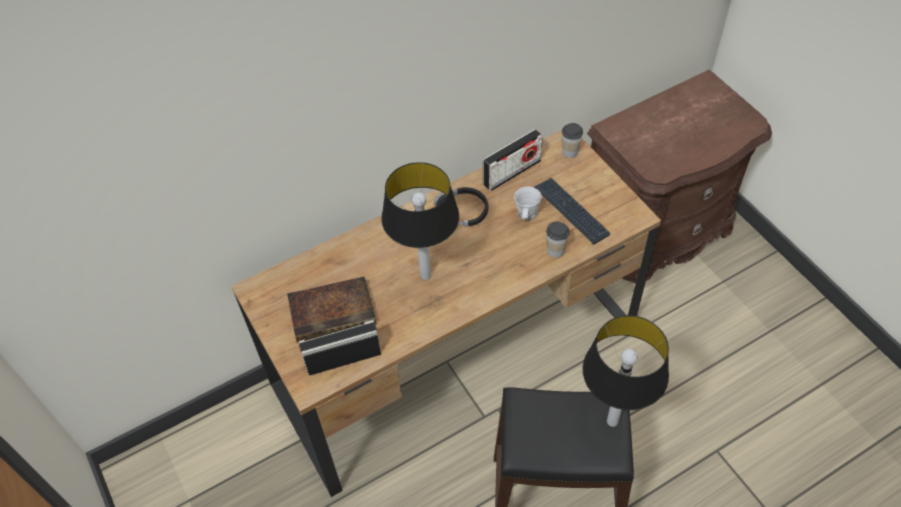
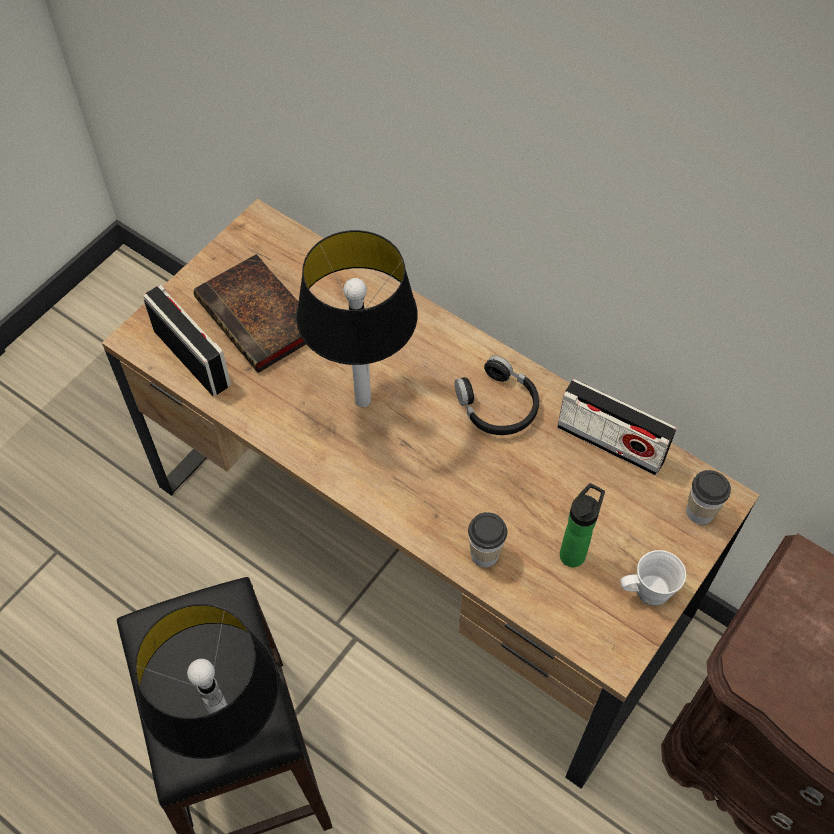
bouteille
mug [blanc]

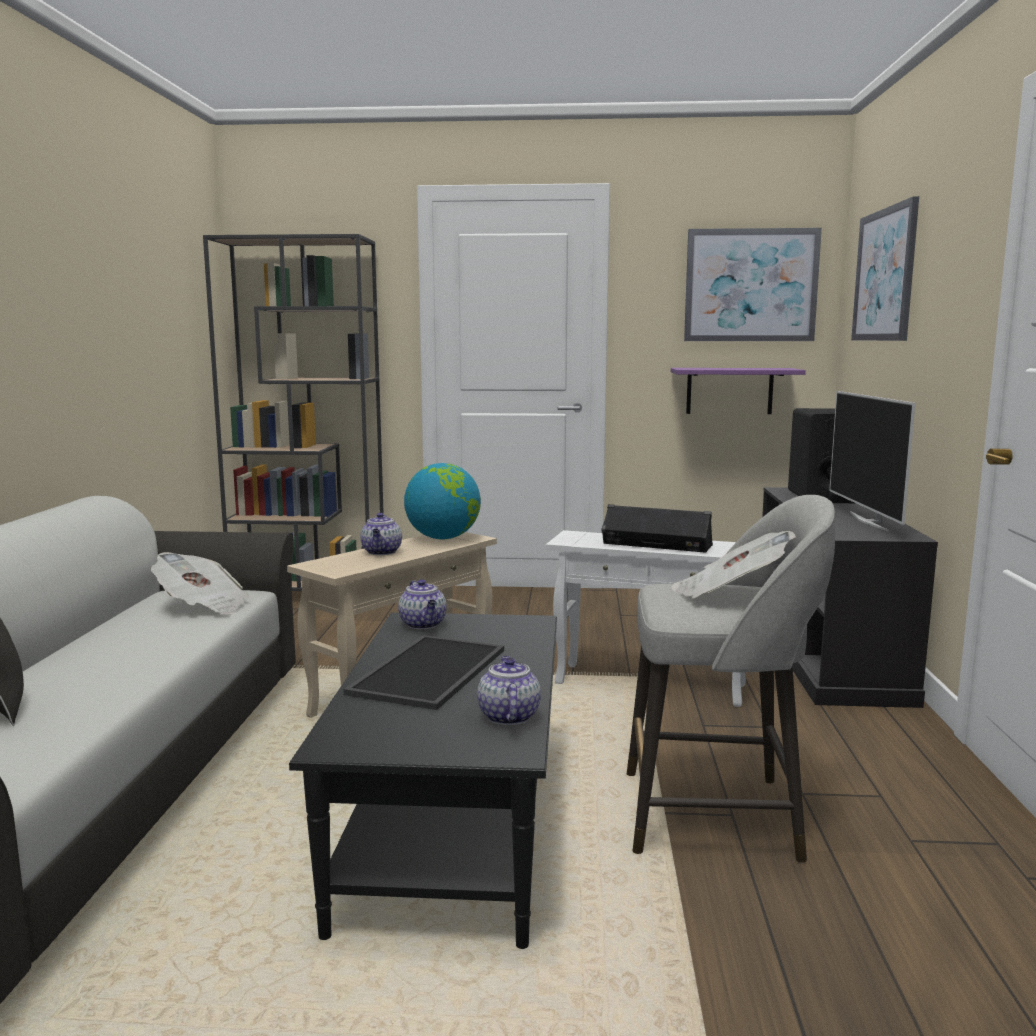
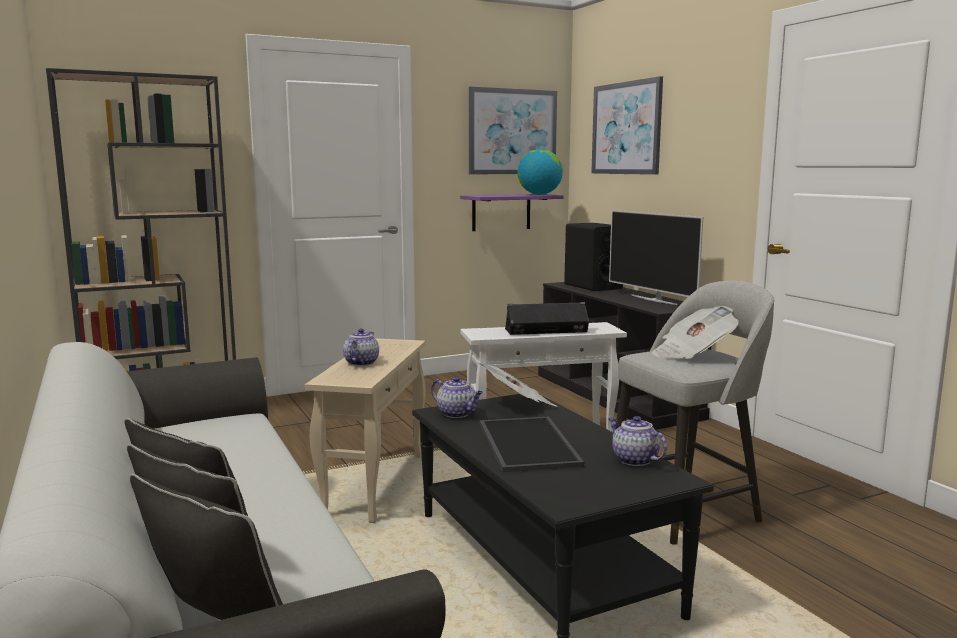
théière (no. 1 from left)
journal (no. 1 from left)
globe

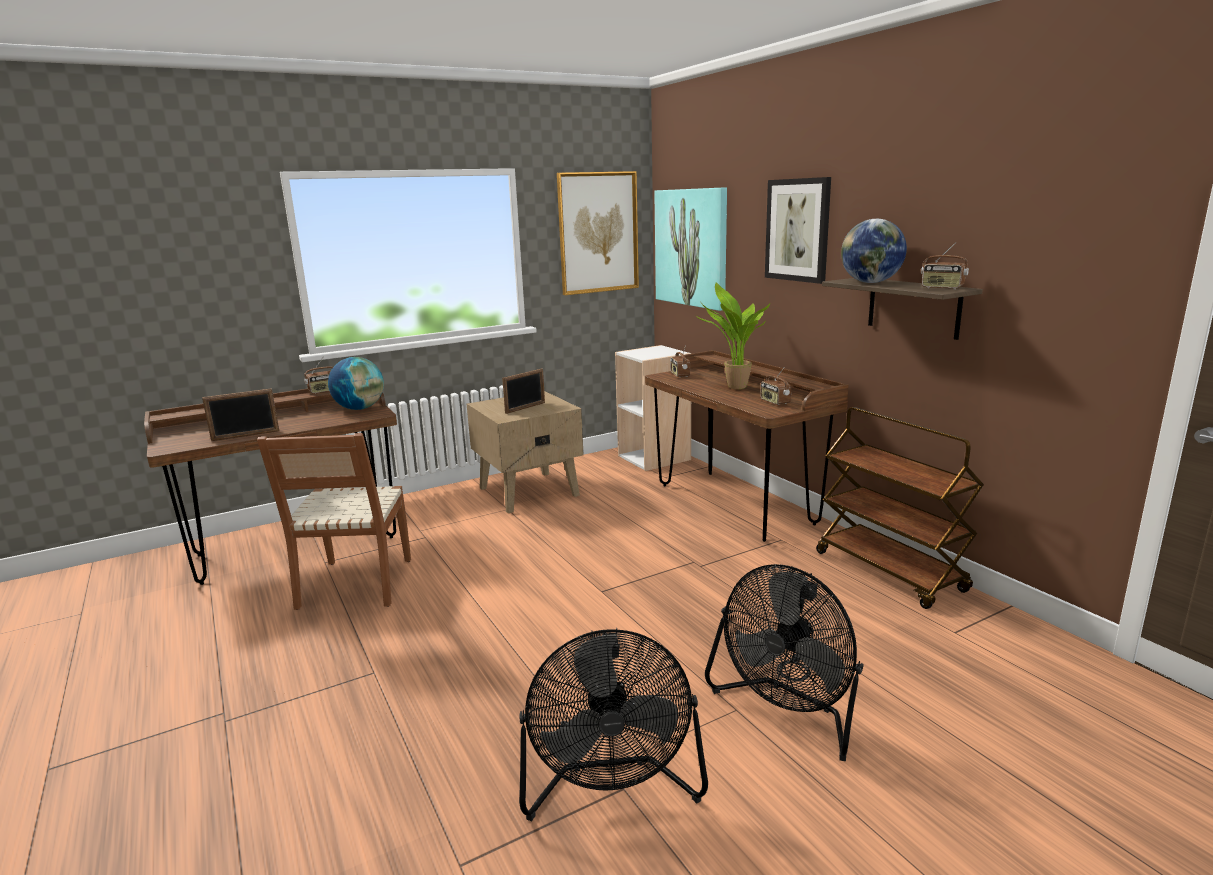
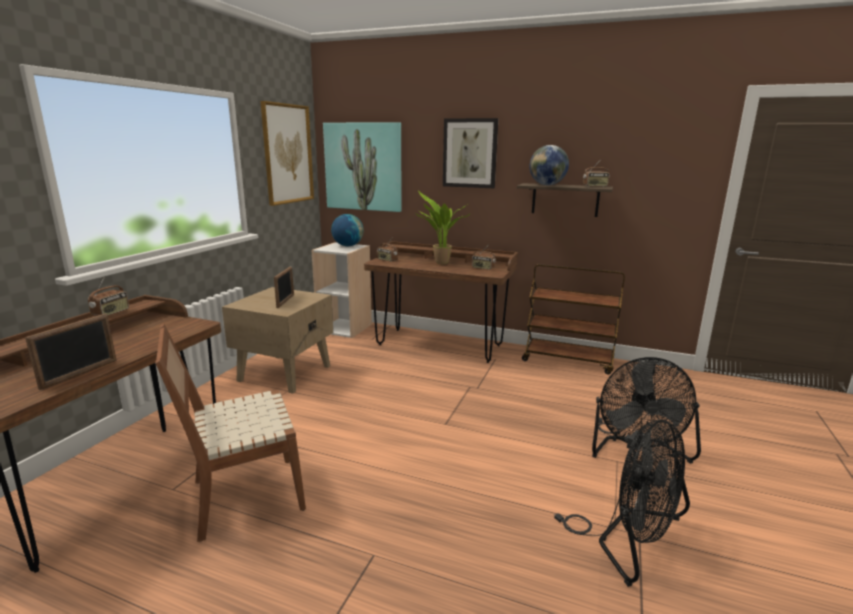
chaise
globe (no. 1 from left)

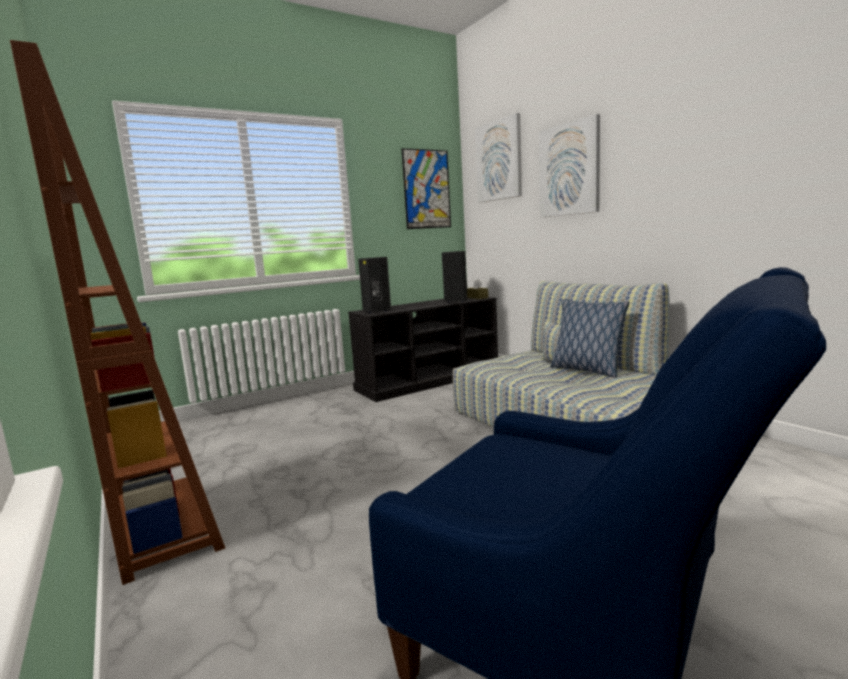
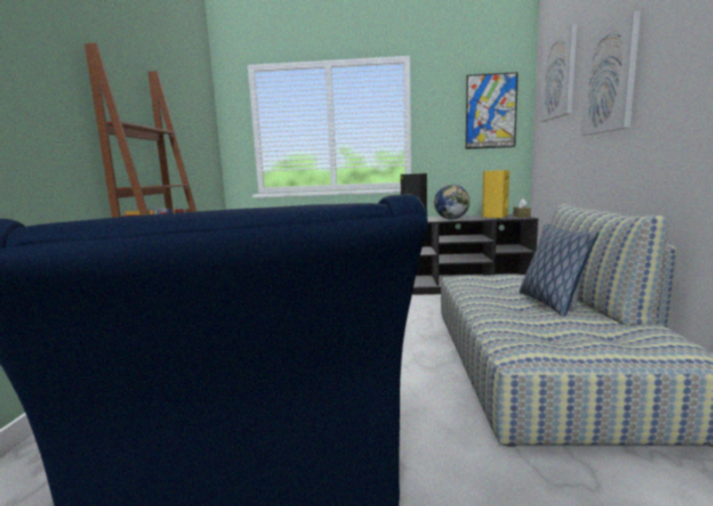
globe
enceinte [jaune]

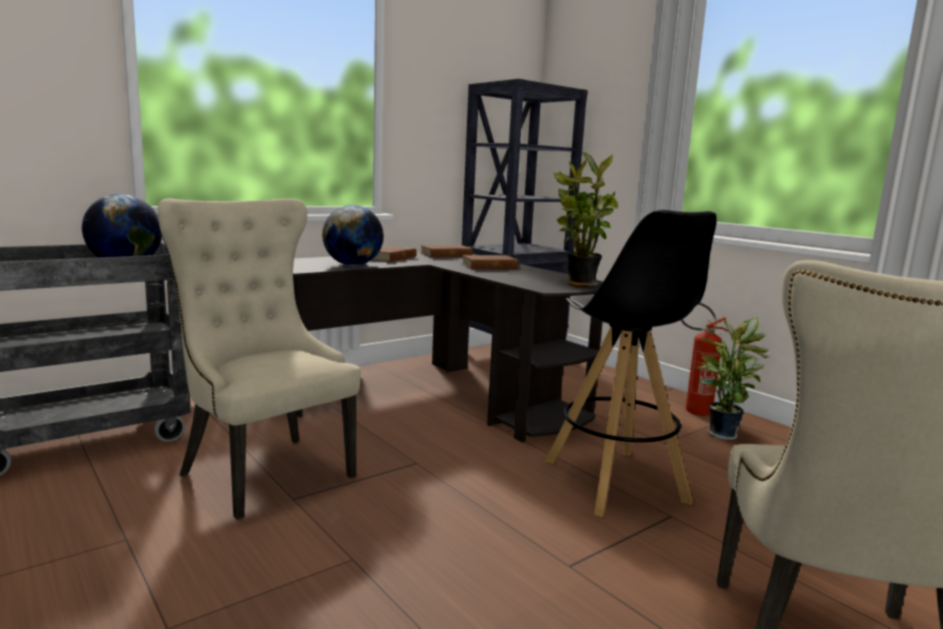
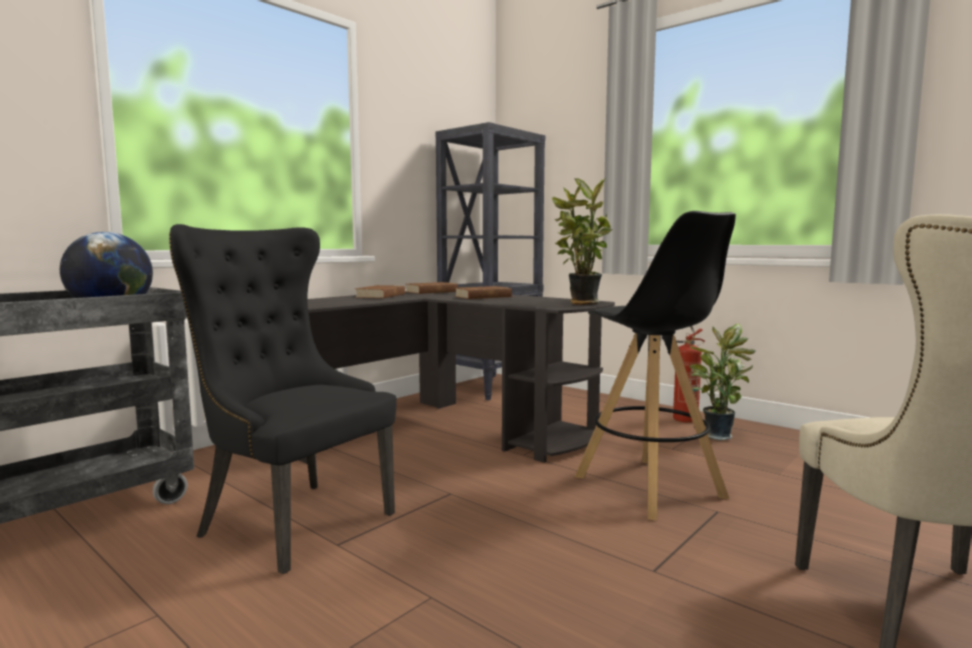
chaise [noir]
globe (no. 2 from left in the first image)

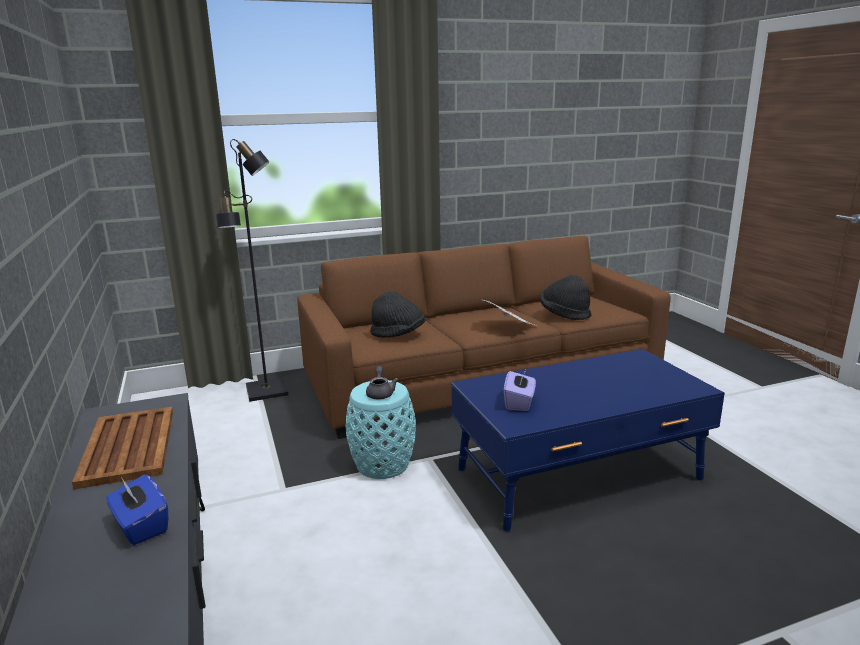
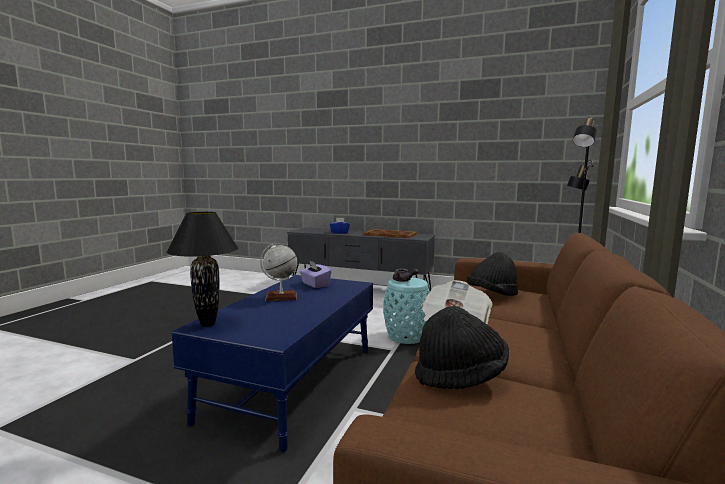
lampe de table [noir]
globe

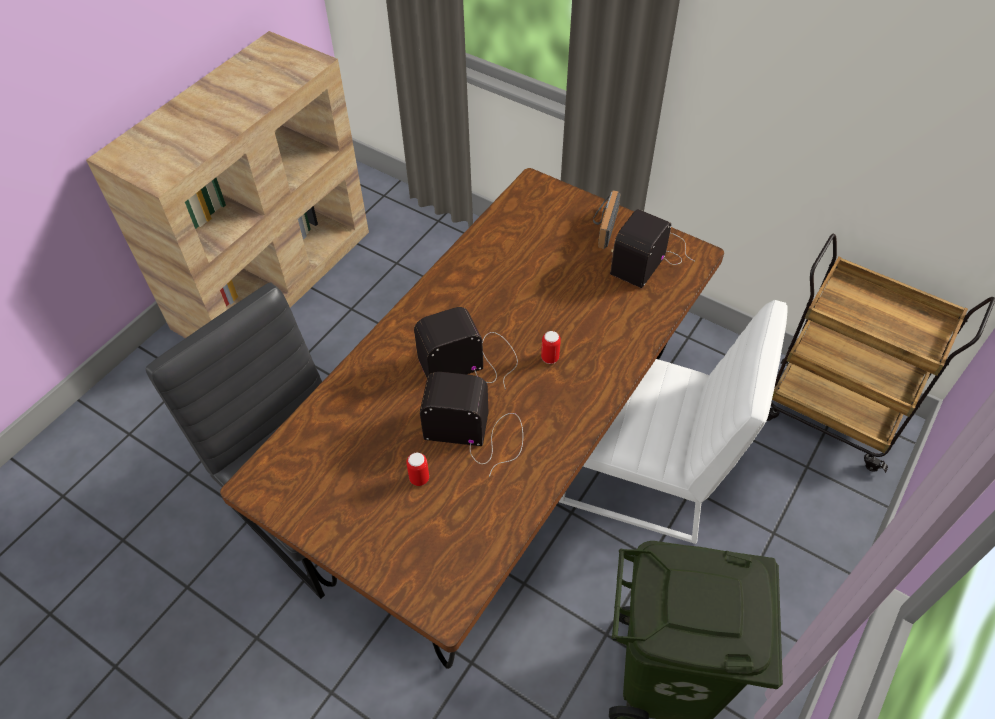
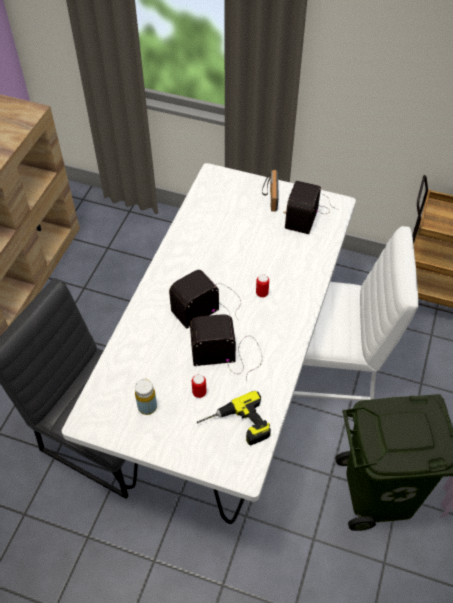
table à manger [blanc]
bouteille [jaune]
perceuse

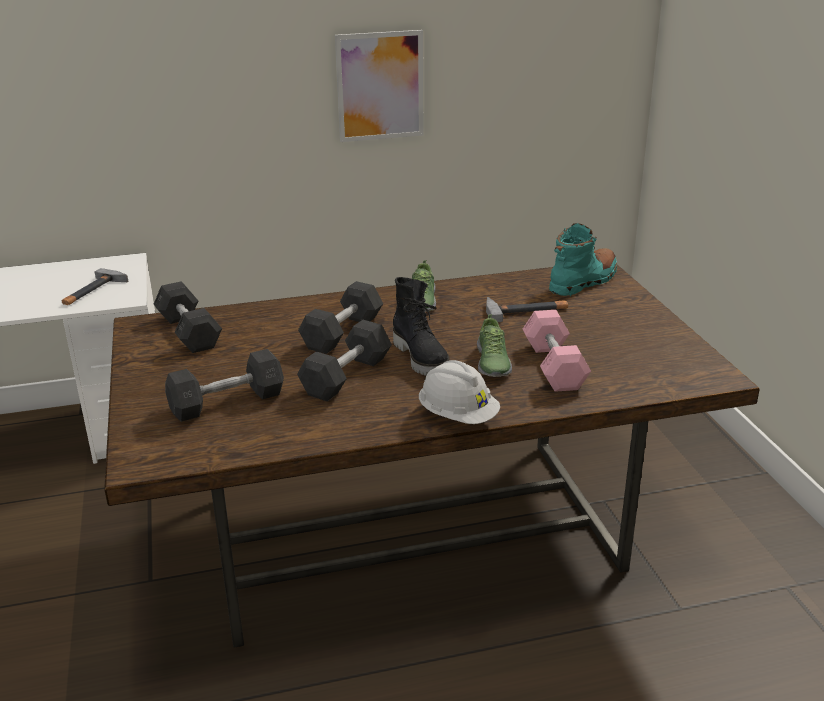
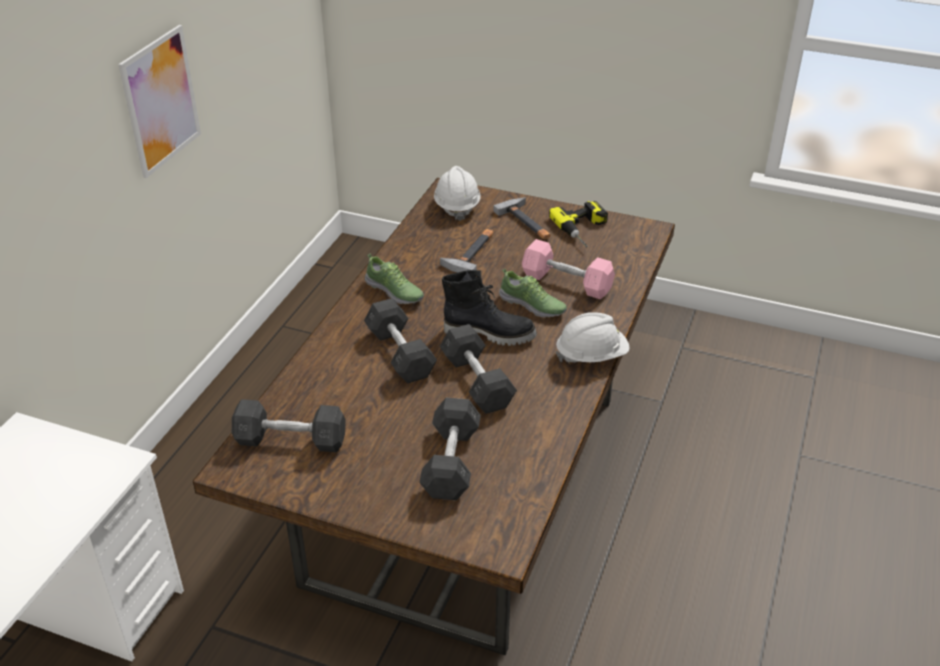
casque de chantier [blanc] (no. 1 from left)
marteau (no. 2 from left)
perceuse

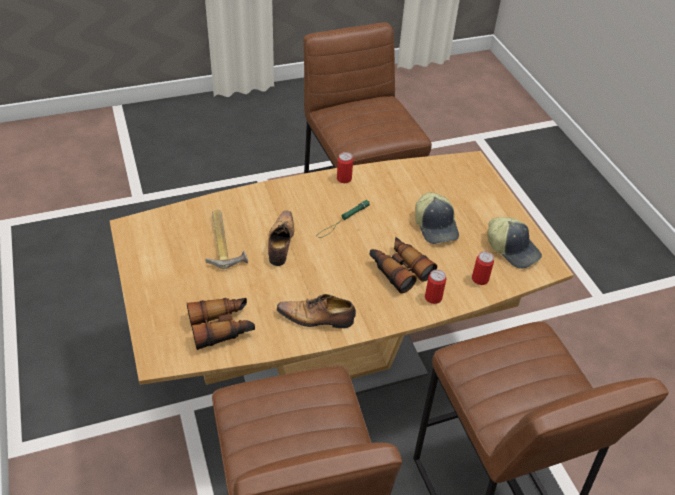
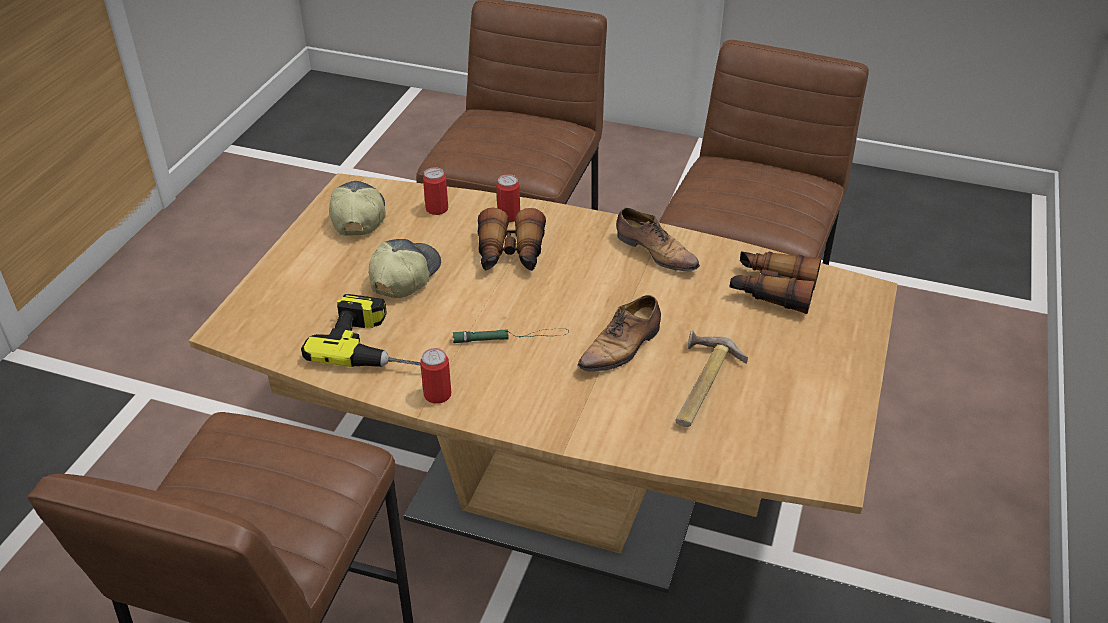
perceuse

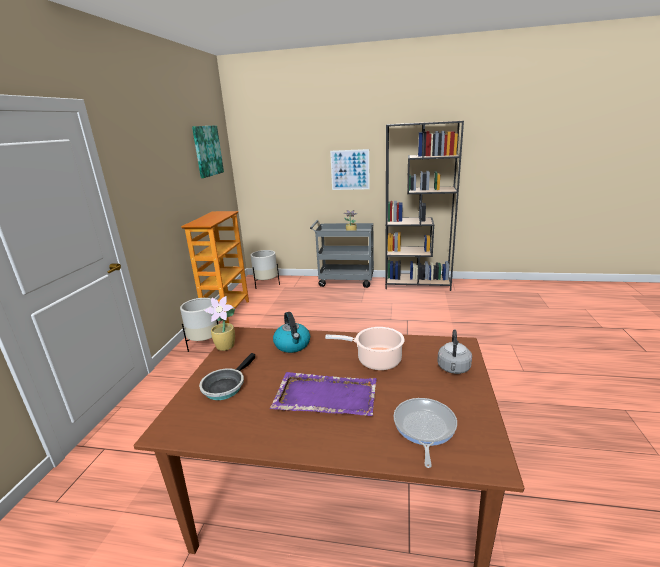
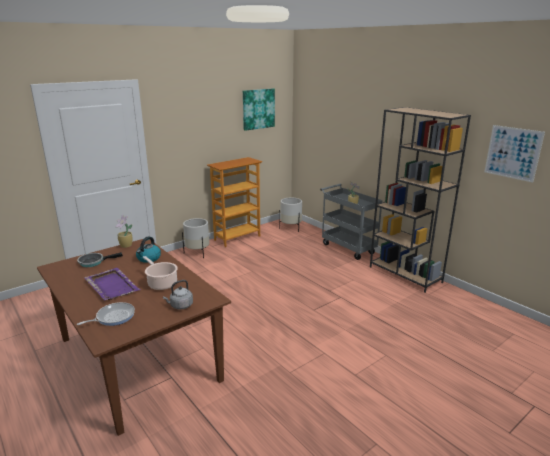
tableau (no. 2 from left)

